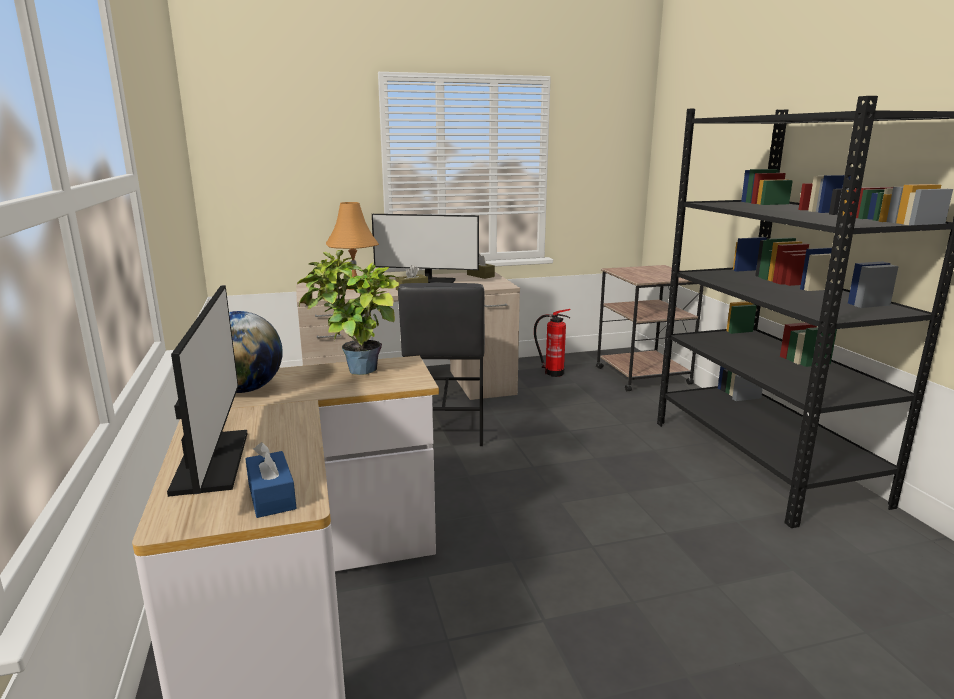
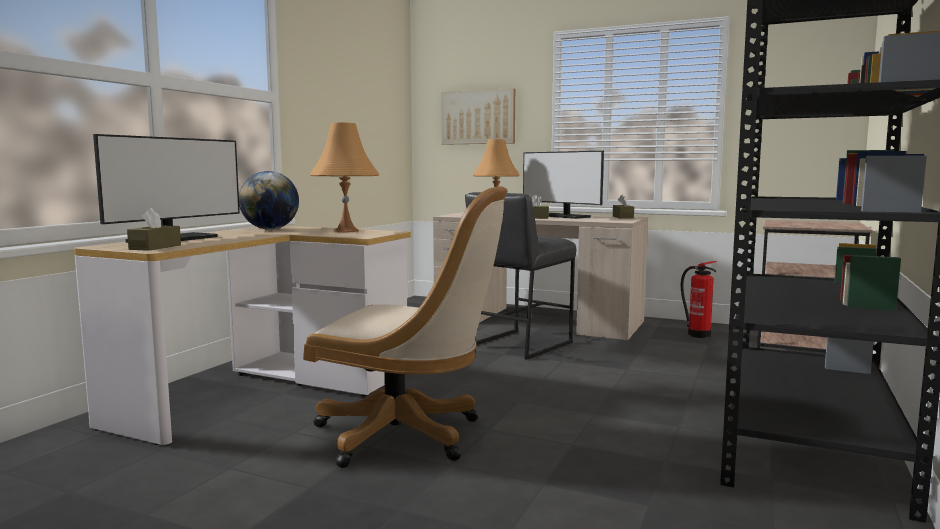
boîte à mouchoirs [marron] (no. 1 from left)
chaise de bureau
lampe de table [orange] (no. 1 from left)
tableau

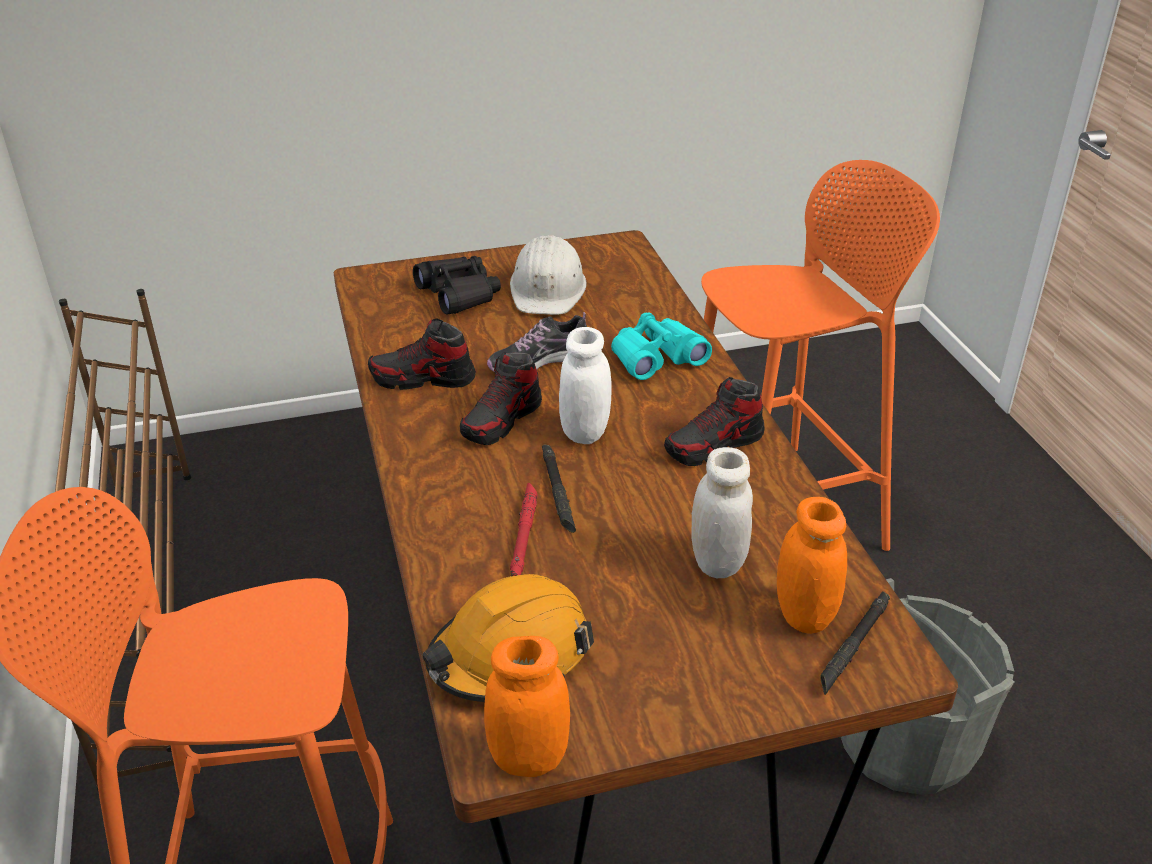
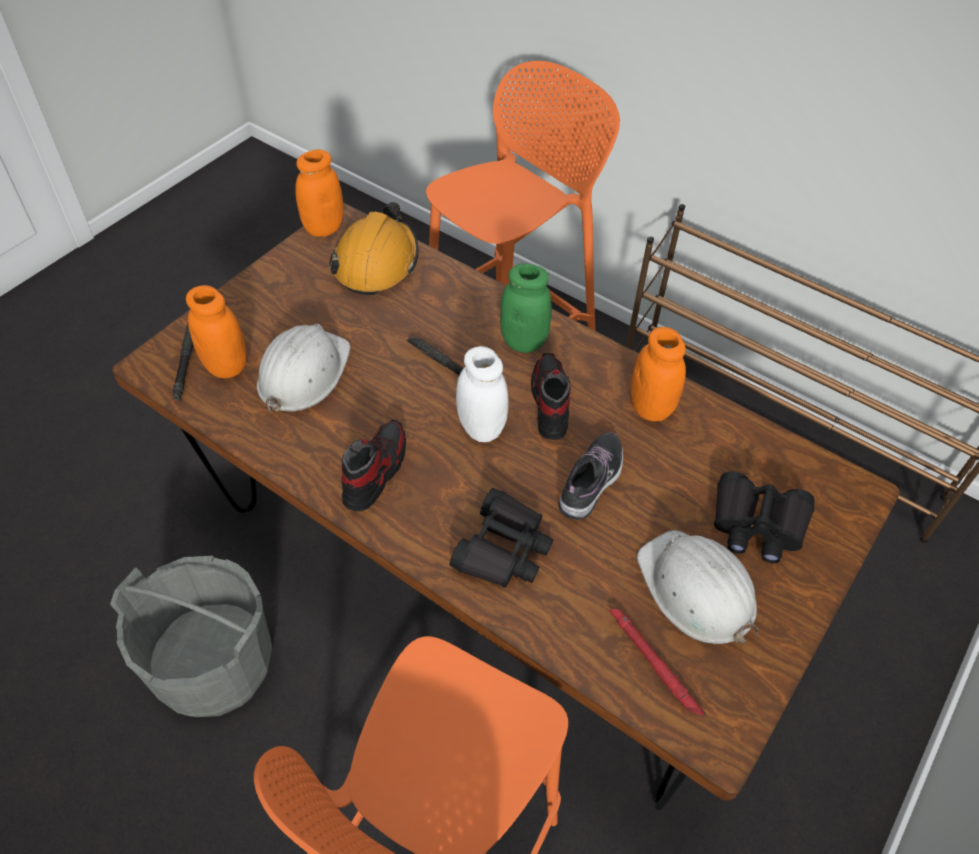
casque de chantier [blanc] (no. 1 from left)
jumelles [noir] (no. 1 from left)
bocal [vert]
lampe de poche [rouge]
bocal [orange] (no. 3 from left)

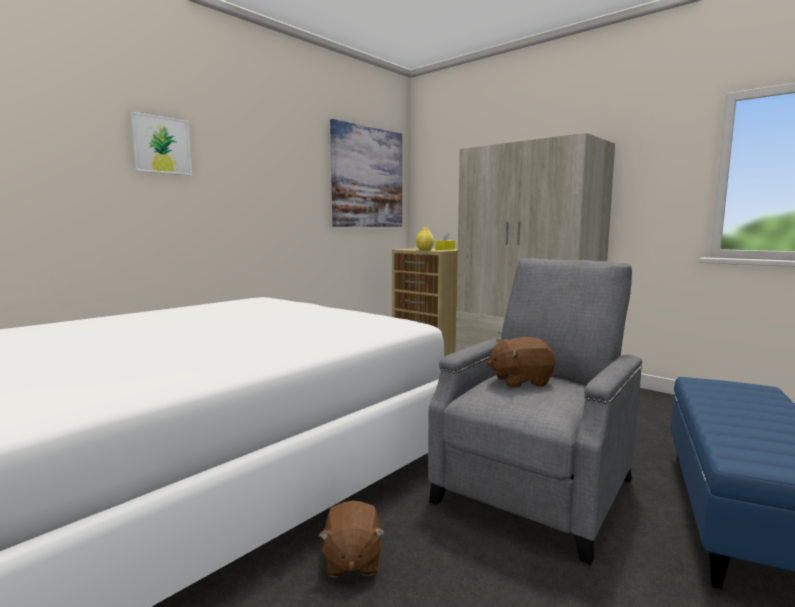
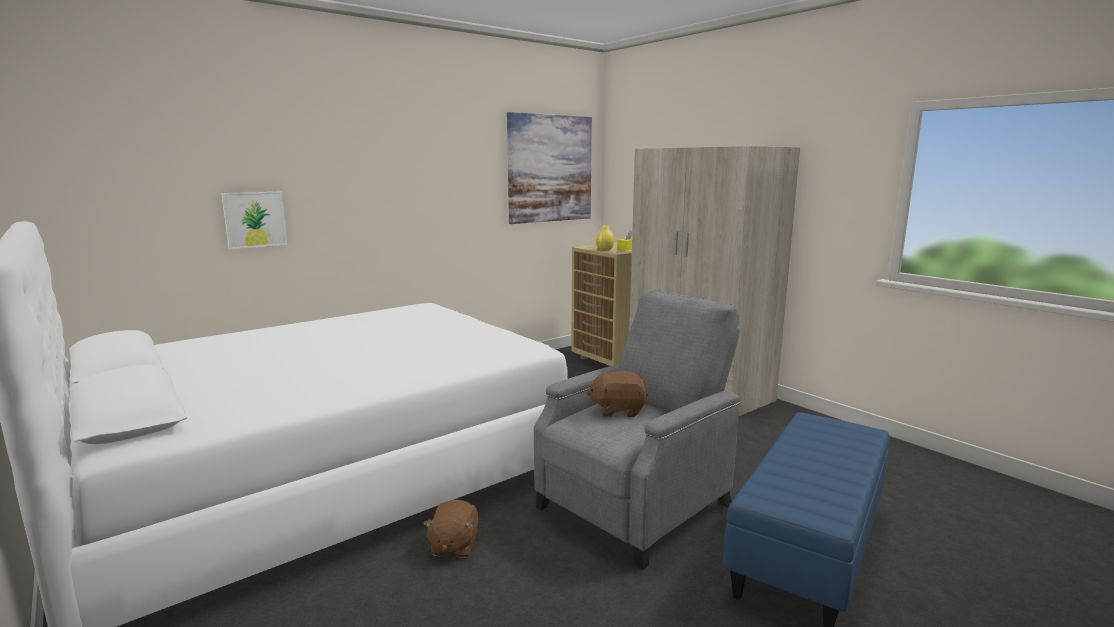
tableau (no. 1 from left)

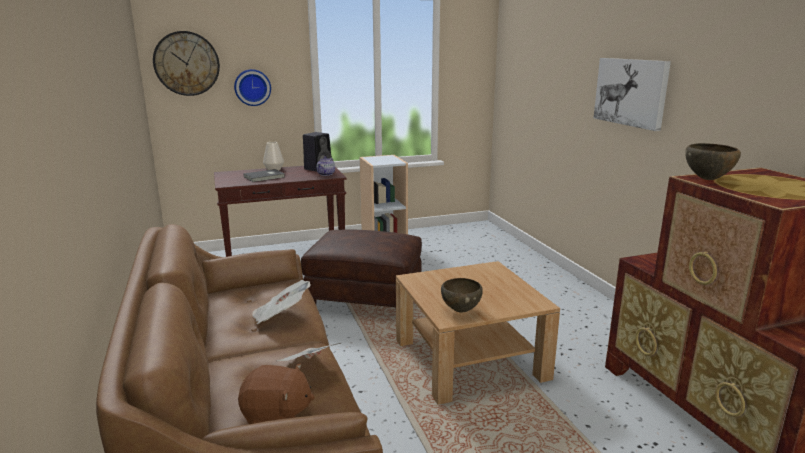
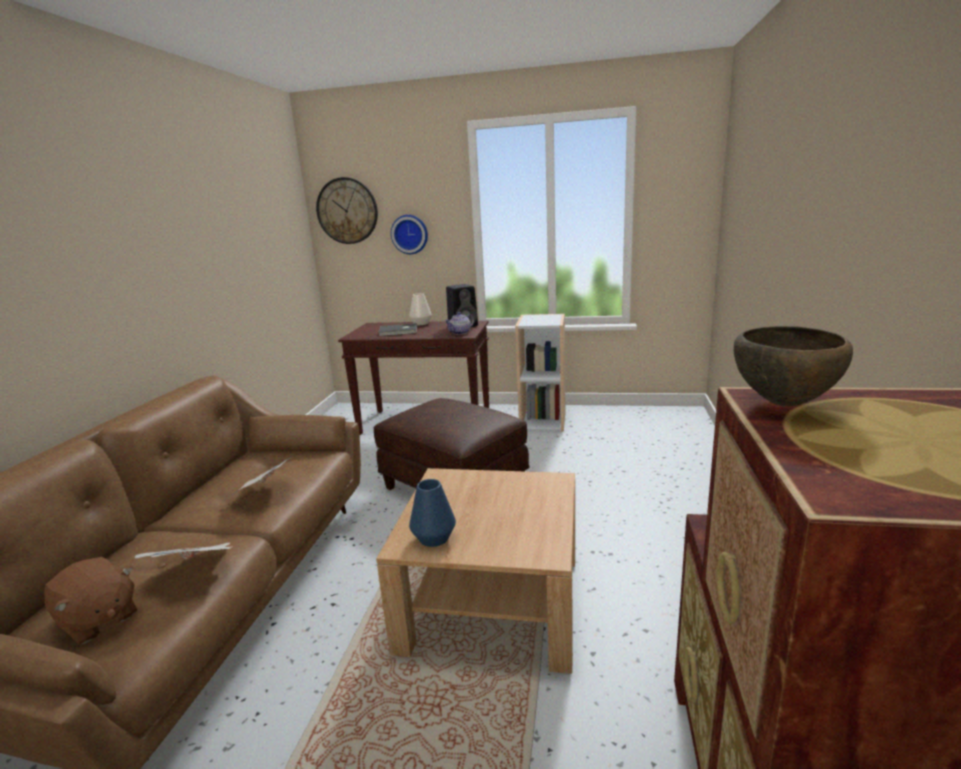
vase [bleu]
tableau

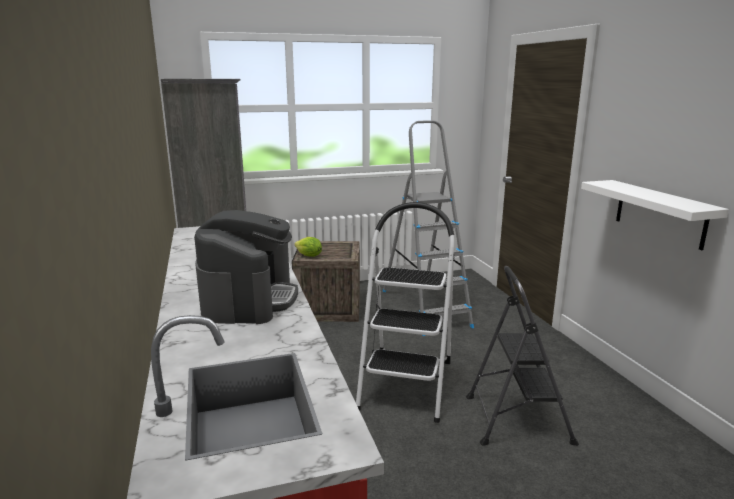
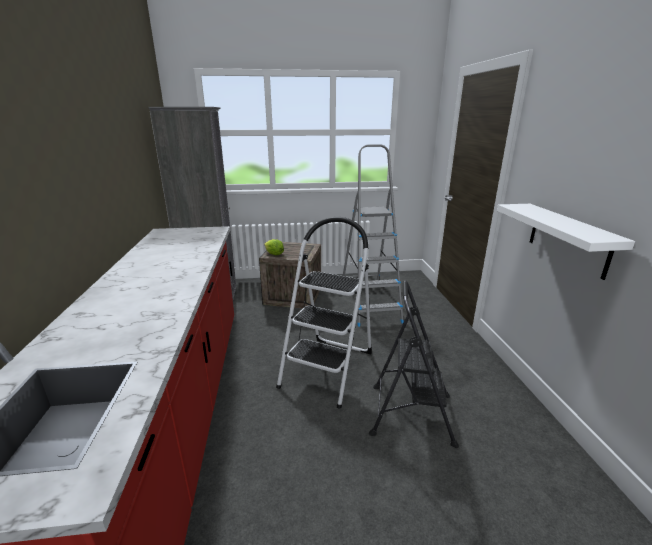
machine à café

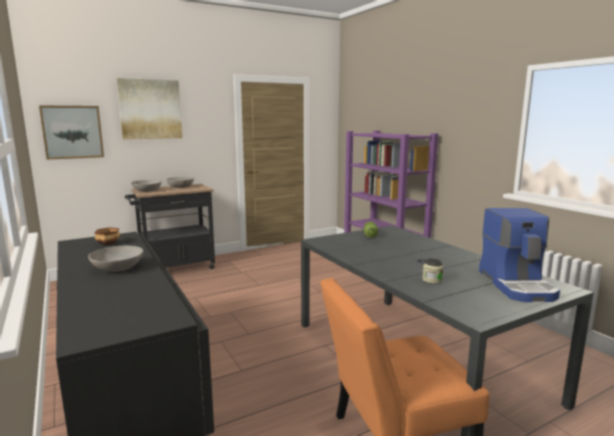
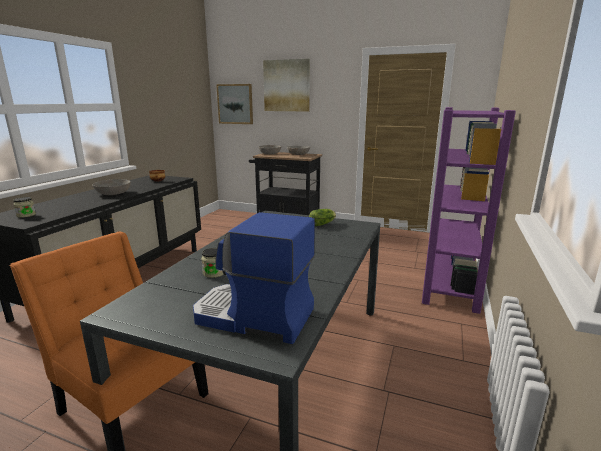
bocal (no. 1 from left)
machine à café

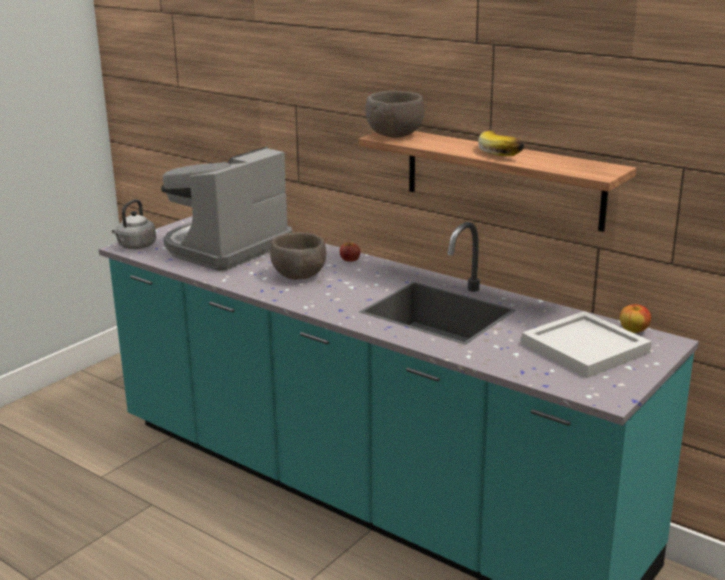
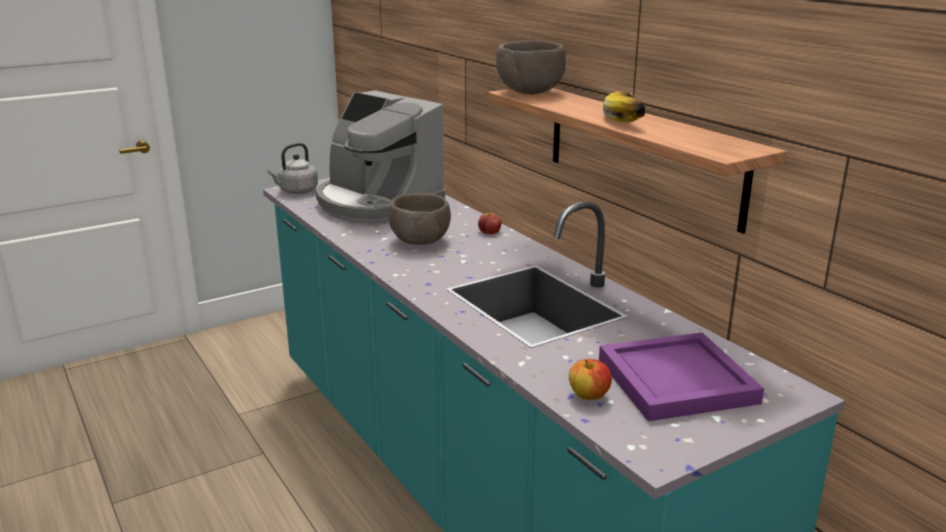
machine à café
pomme (no. 2 from left)
plateau [violet]

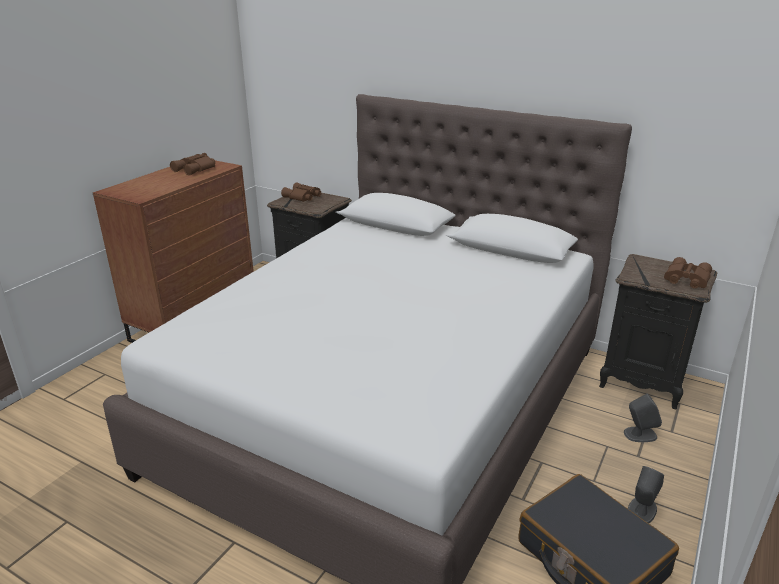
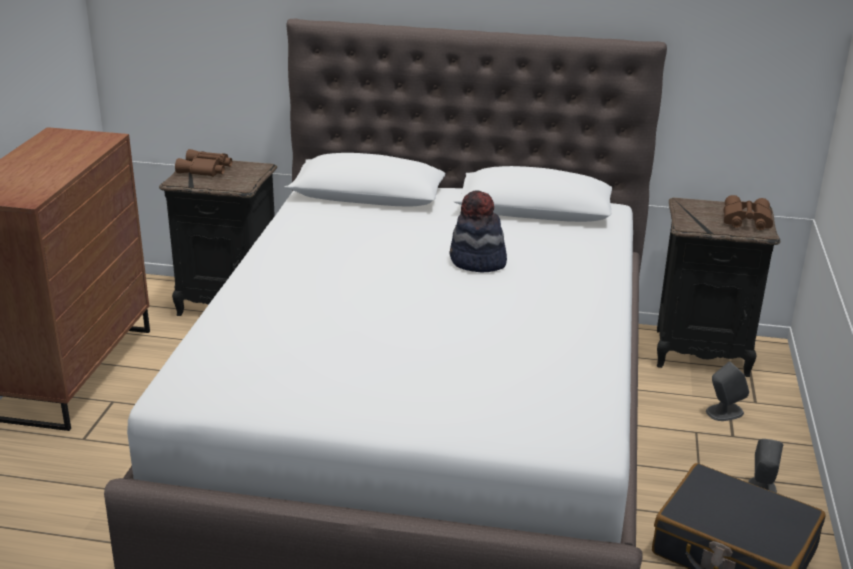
chapeau
jumelles [marron] (no. 1 from left in the first image)

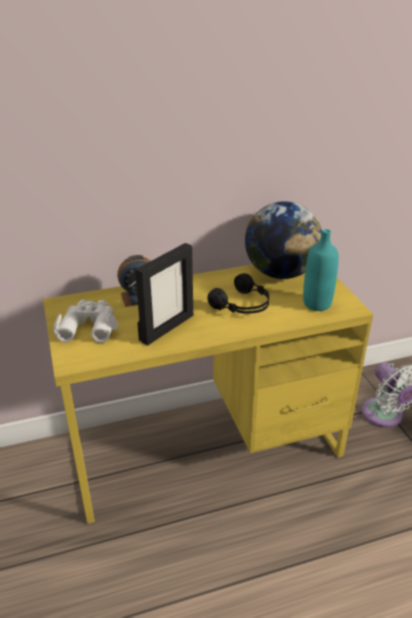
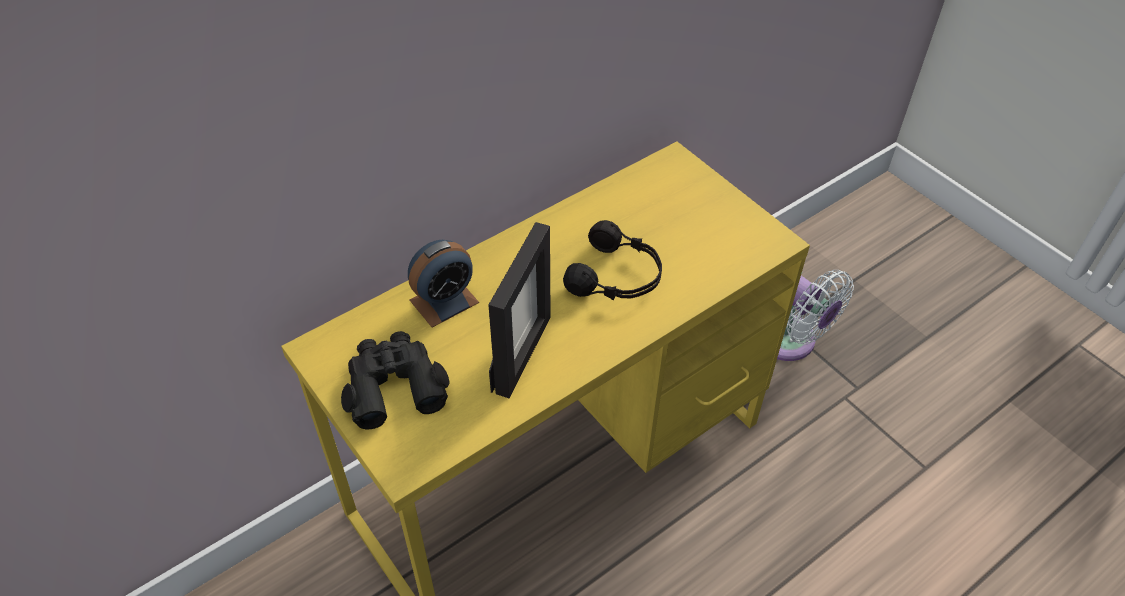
jumelles [noir]
globe
bouteille [turquoise]

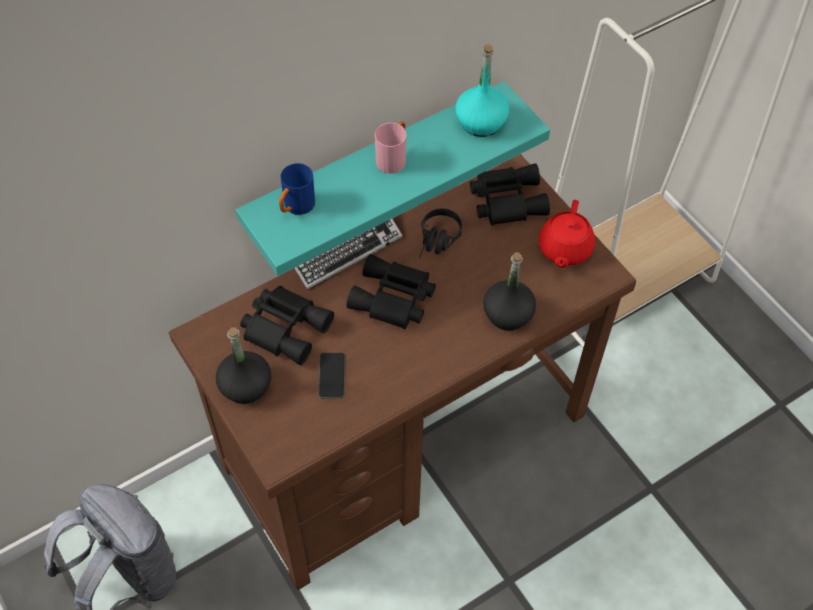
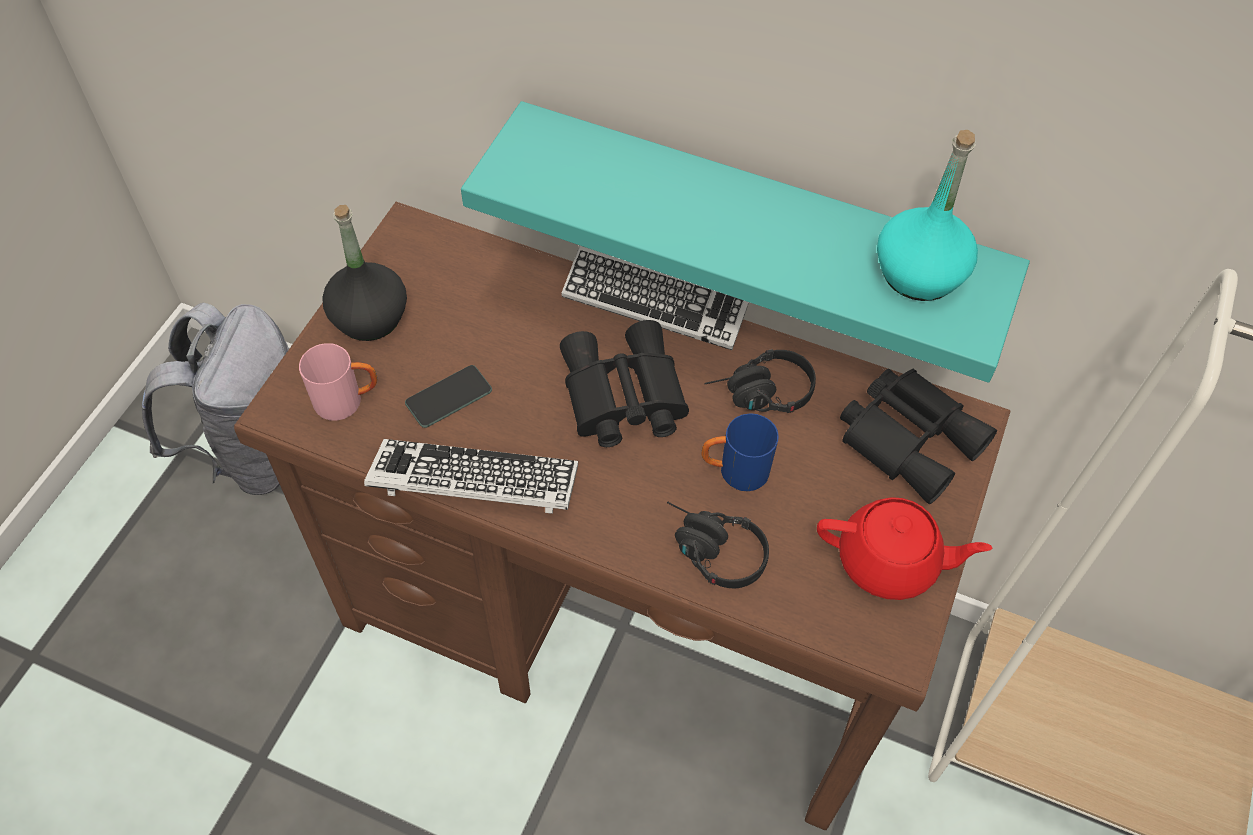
mug [rose]
clavier (no. 1 from left)
casque audio [noir] (no. 1 from left)
mug [bleu]
théière [rouge]
jumelles [noir] (no. 1 from left in the first image)

